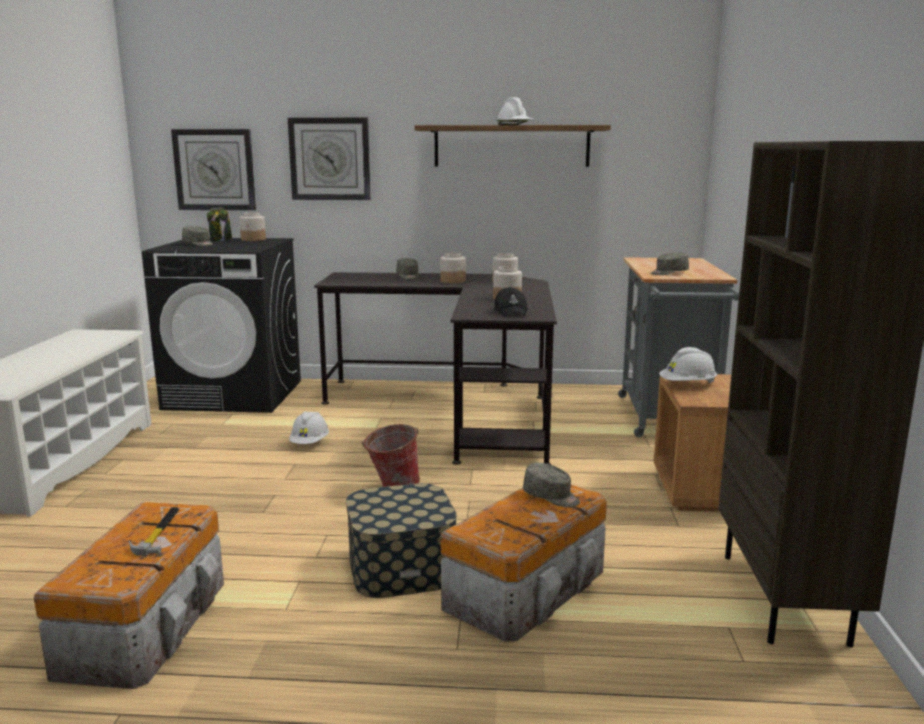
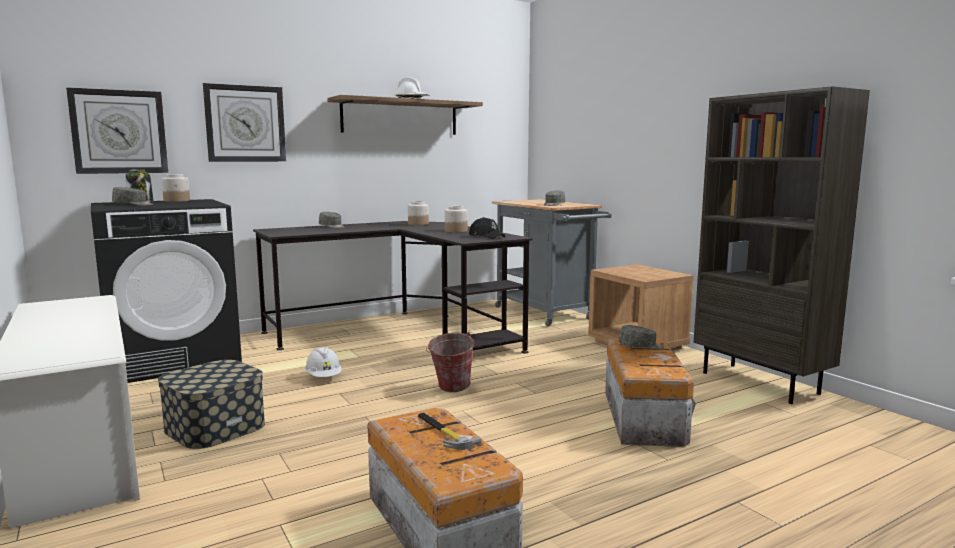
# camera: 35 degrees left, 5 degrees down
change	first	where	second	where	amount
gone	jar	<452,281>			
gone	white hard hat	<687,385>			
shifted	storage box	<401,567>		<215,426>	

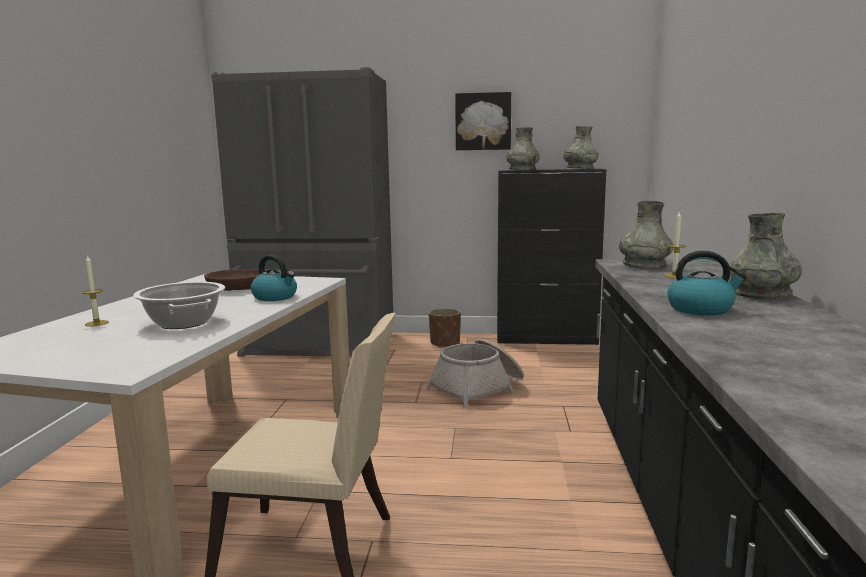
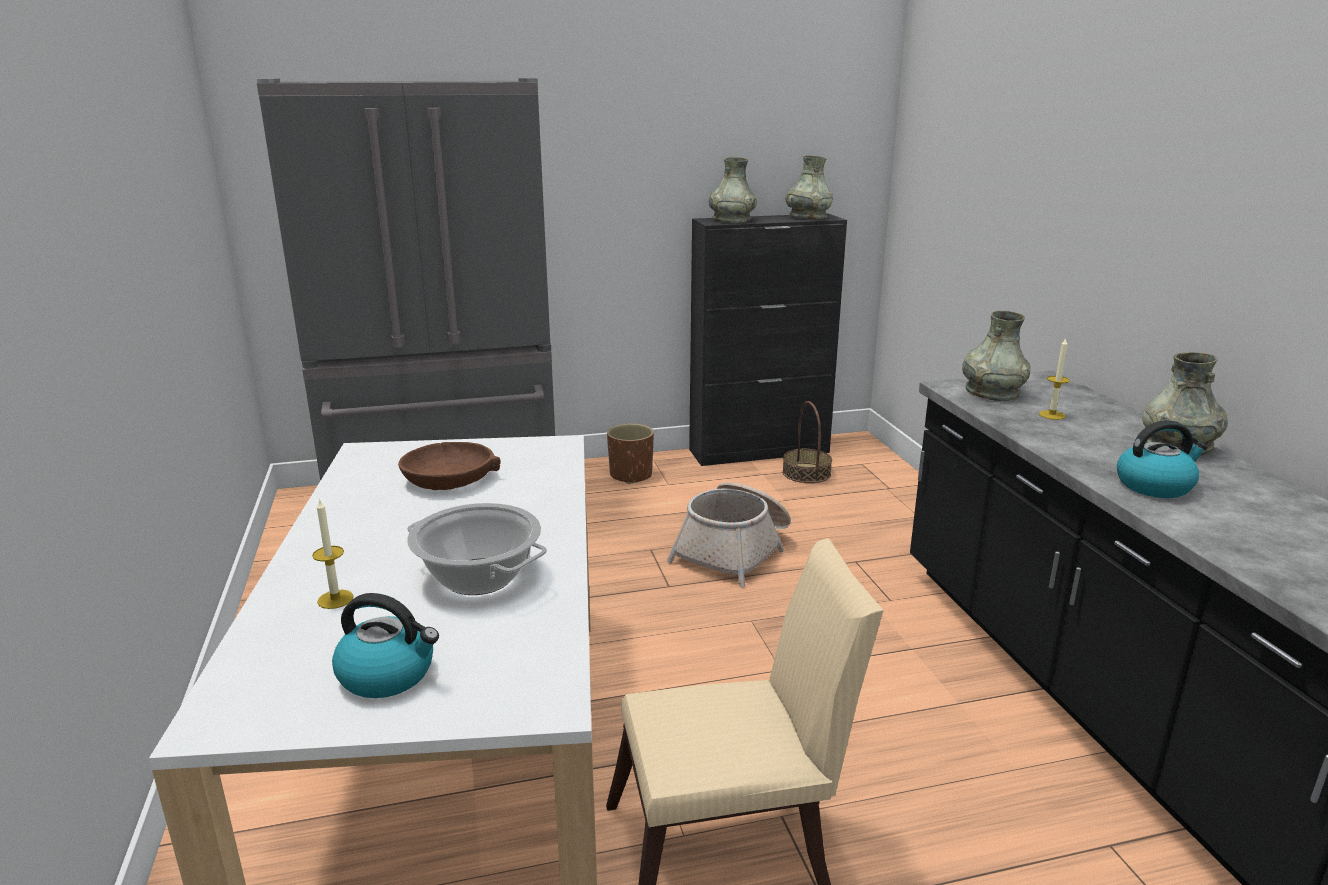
# camera: 20 degrees left, 10 degrees up
change	first	where	second	where	amount
gone	picture	<483,121>			
new			basket	<806,473>	
shifted	kettle	<275,297>		<388,674>	

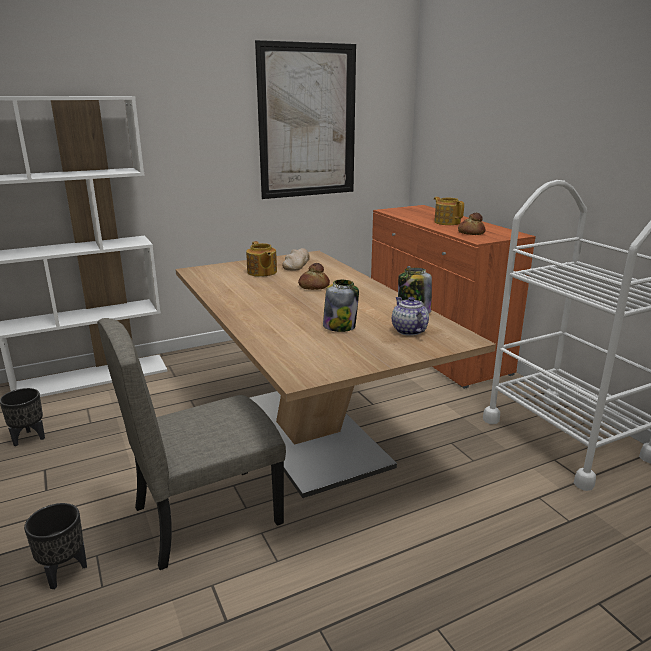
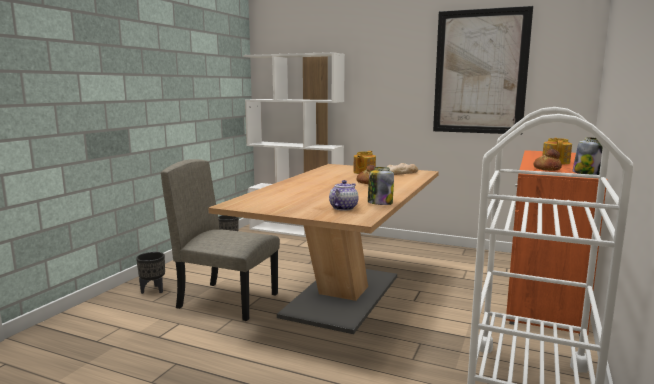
# camera: 50 degrees right, 10 degrees down
change	first	where	second	where	amount
shifted	jar	<340,326>		<587,174>	

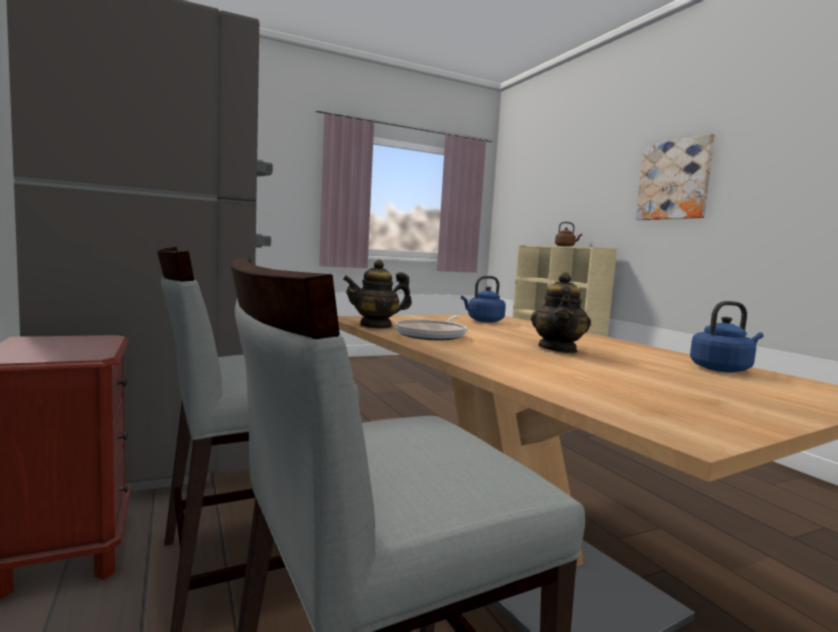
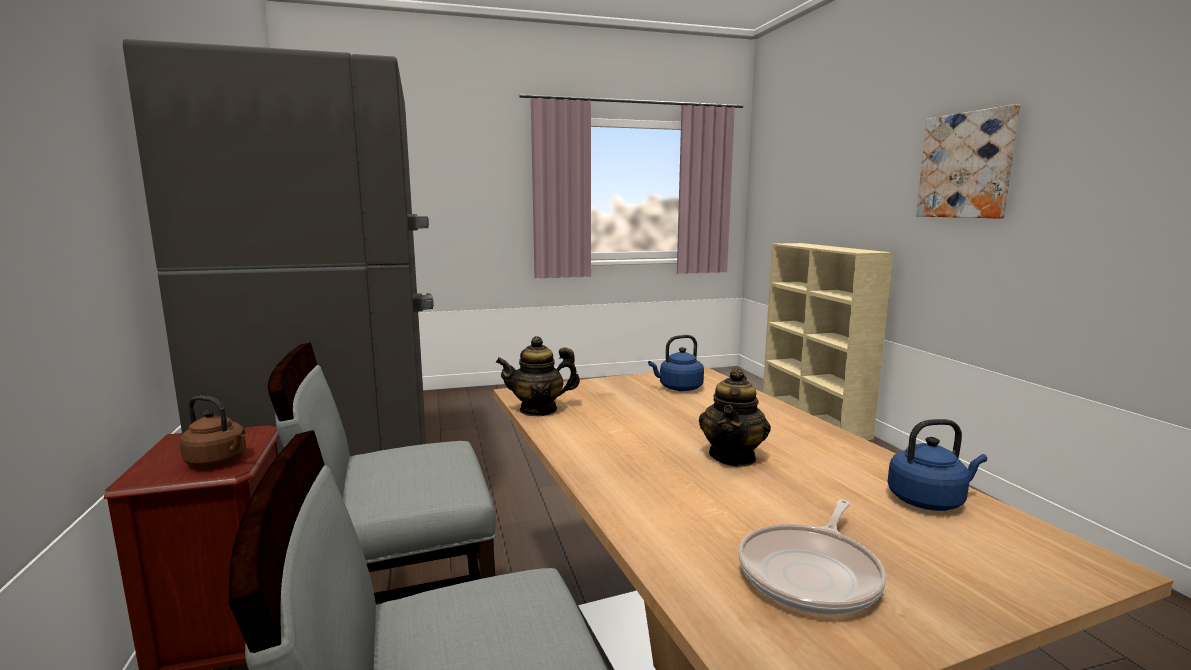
# camera: 10 degrees right, 5 degrees up
change	first	where	second	where	amount
shifted	frying pan	<432,335>		<811,574>	
shifted	brown kettle	<565,246>		<219,461>	

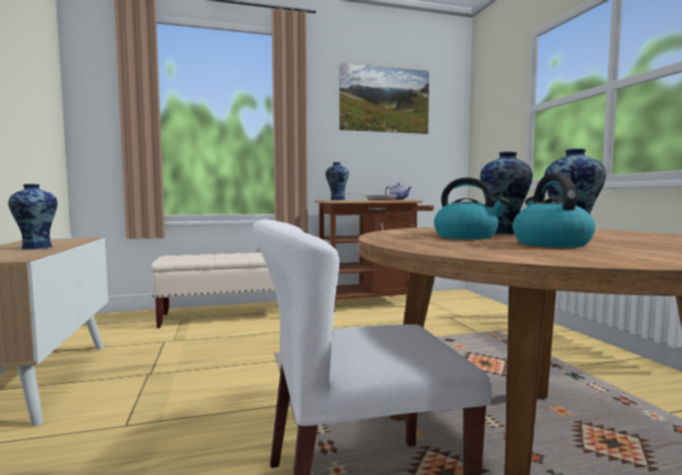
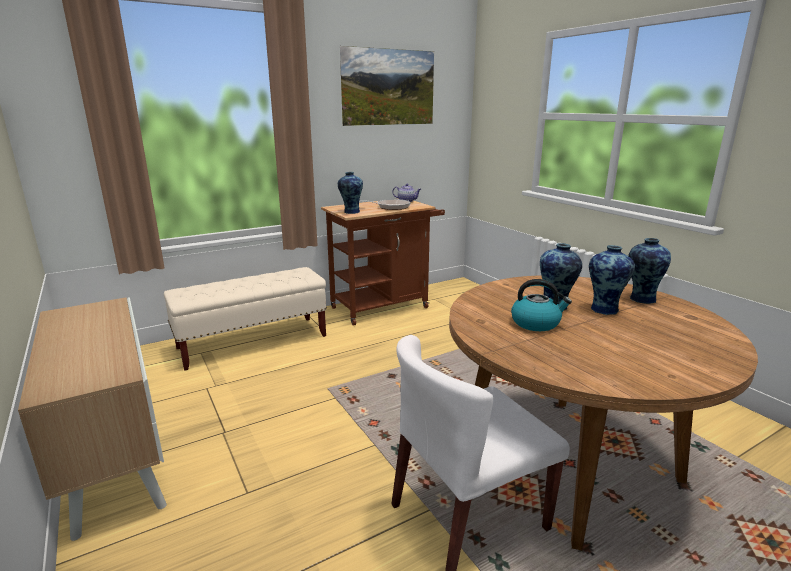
# camera: 15 degrees left, 15 degrees up
change	first	where	second	where	amount
gone	kettle	<549,244>			
shifted	vase	<36,248>		<641,299>	

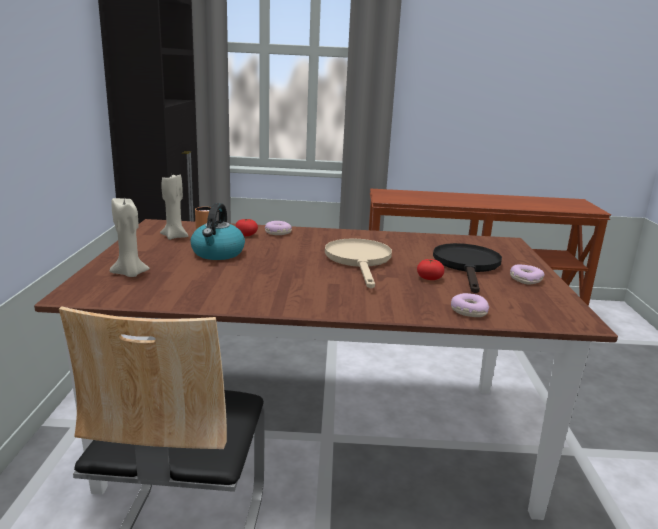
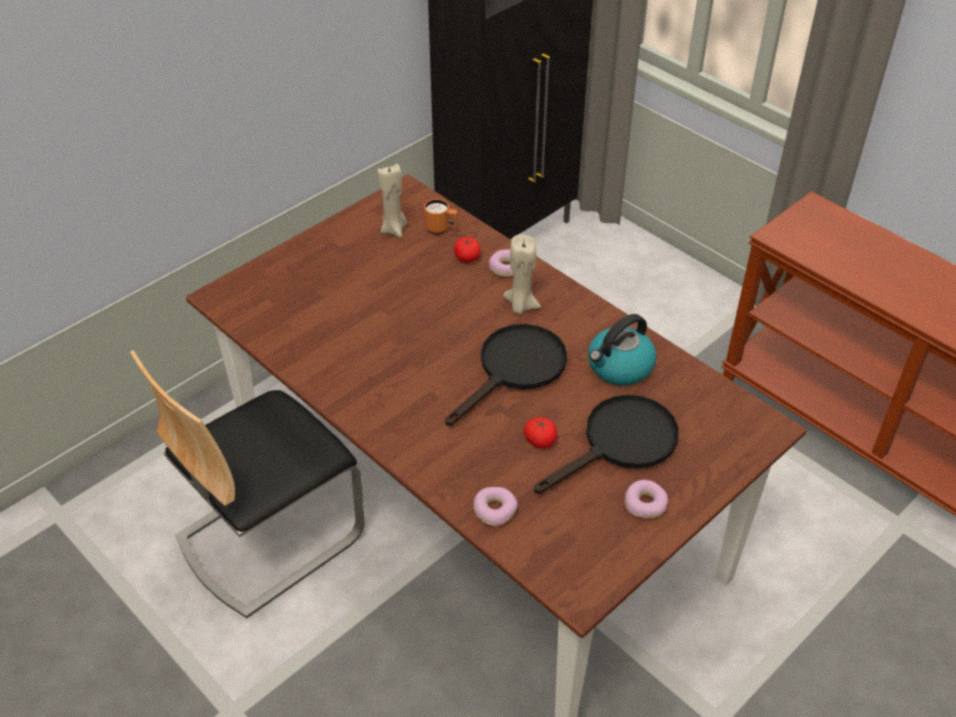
# camera: 45 degrees right, 25 degrees up
change	first	where	second	where	amount
shifted	beige candle	<130,274>		<521,305>	
shifted	kettle	<218,253>		<619,367>	
repainted	beige frying pan	<359,261>	black frying pan	<515,370>	

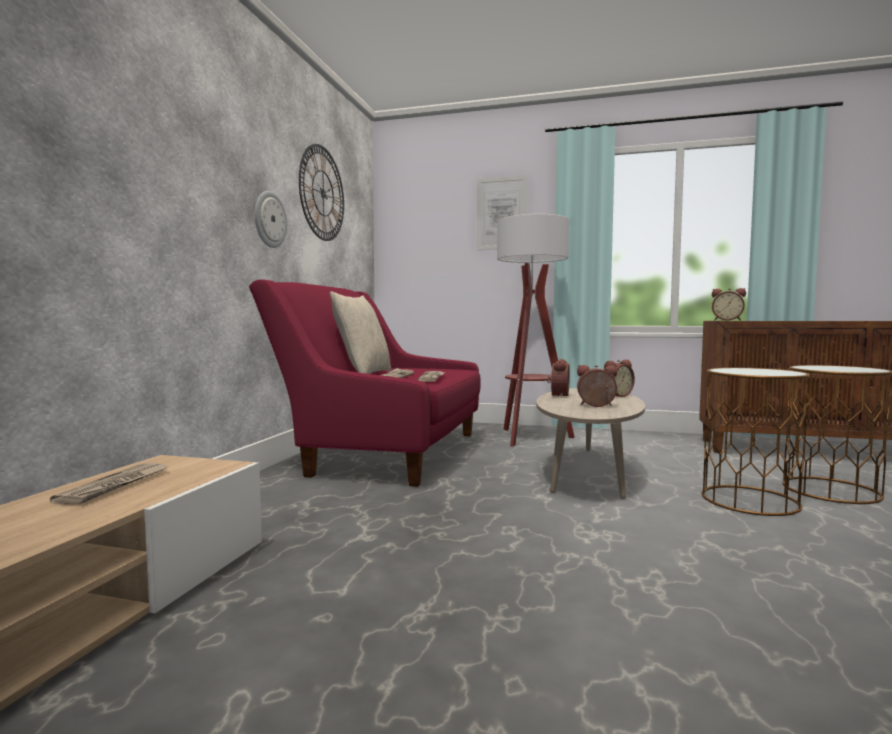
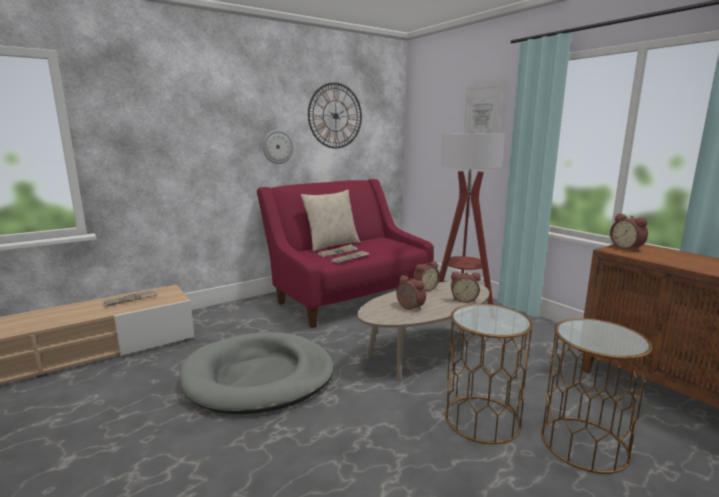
# camera: 40 degrees right, 10 degrees up
change	first	where	second	where	amount
new			grey dog bed	<259,377>	

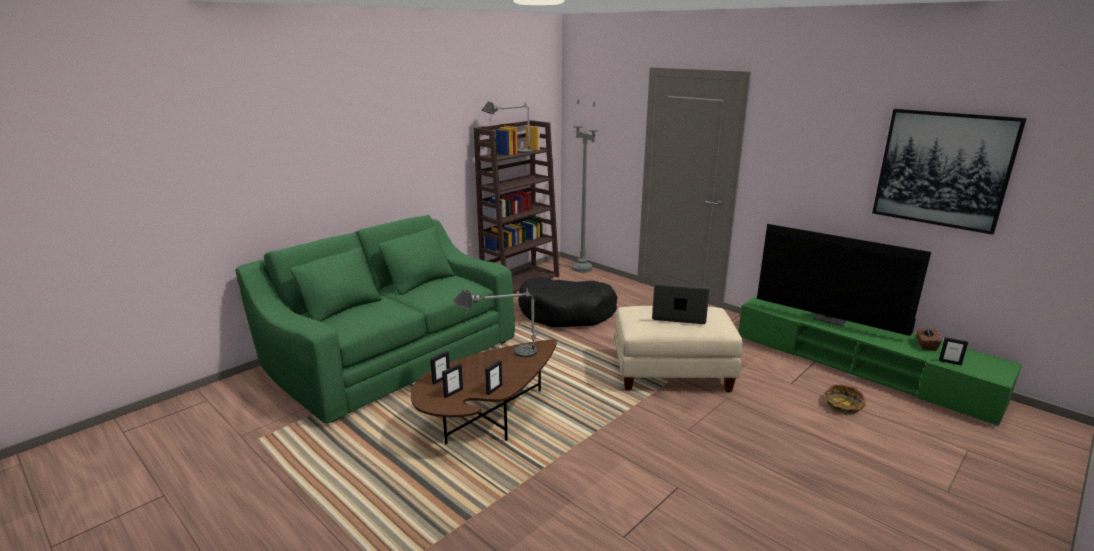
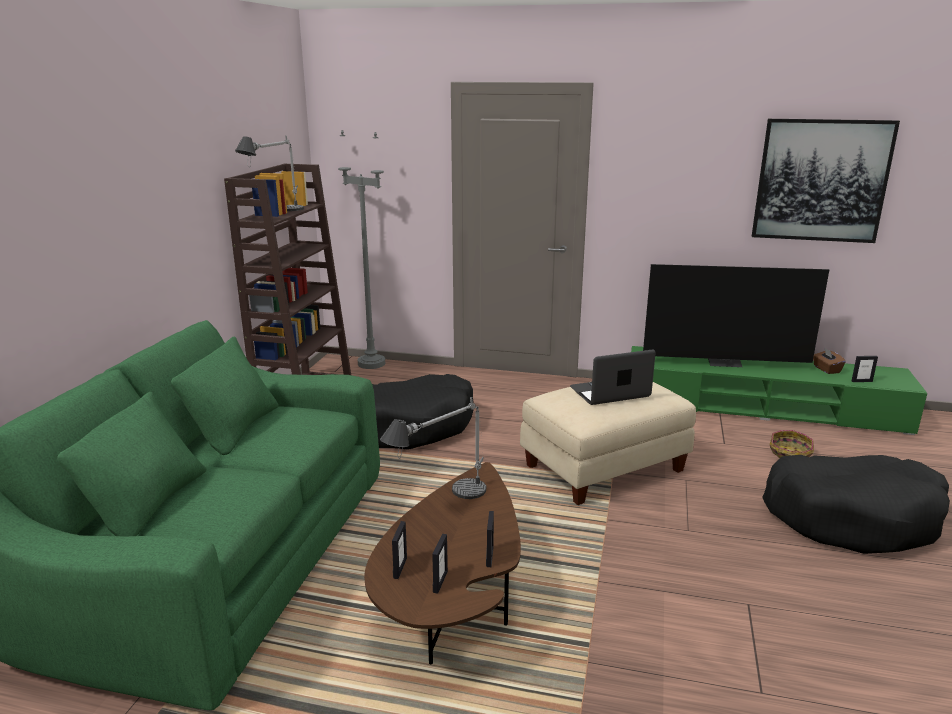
# camera: 30 degrees left, 0 degrees up
change	first	where	second	where	amount
new			black dog bed	<852,517>	

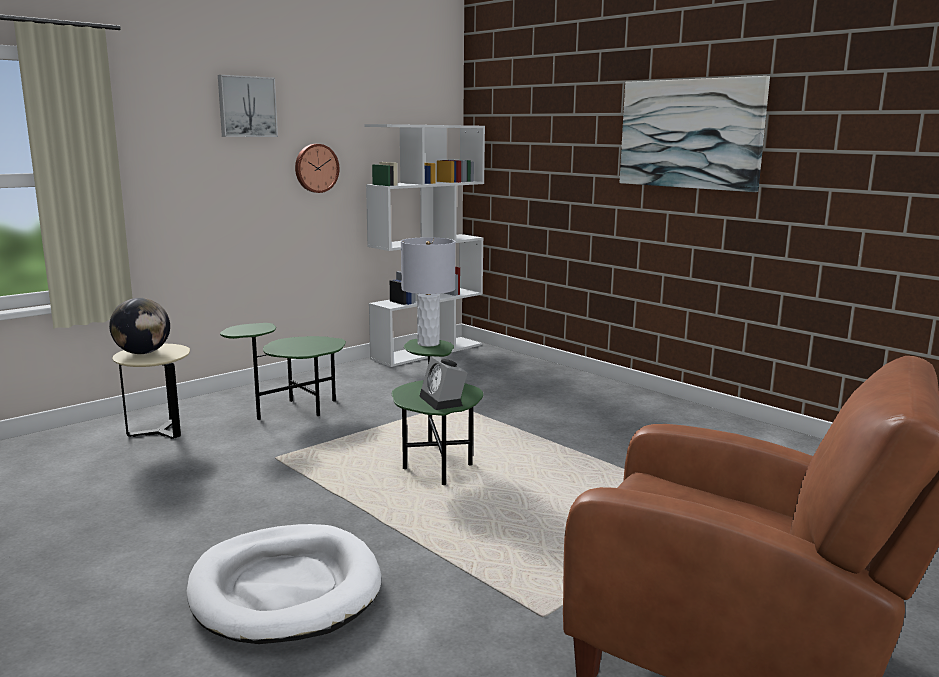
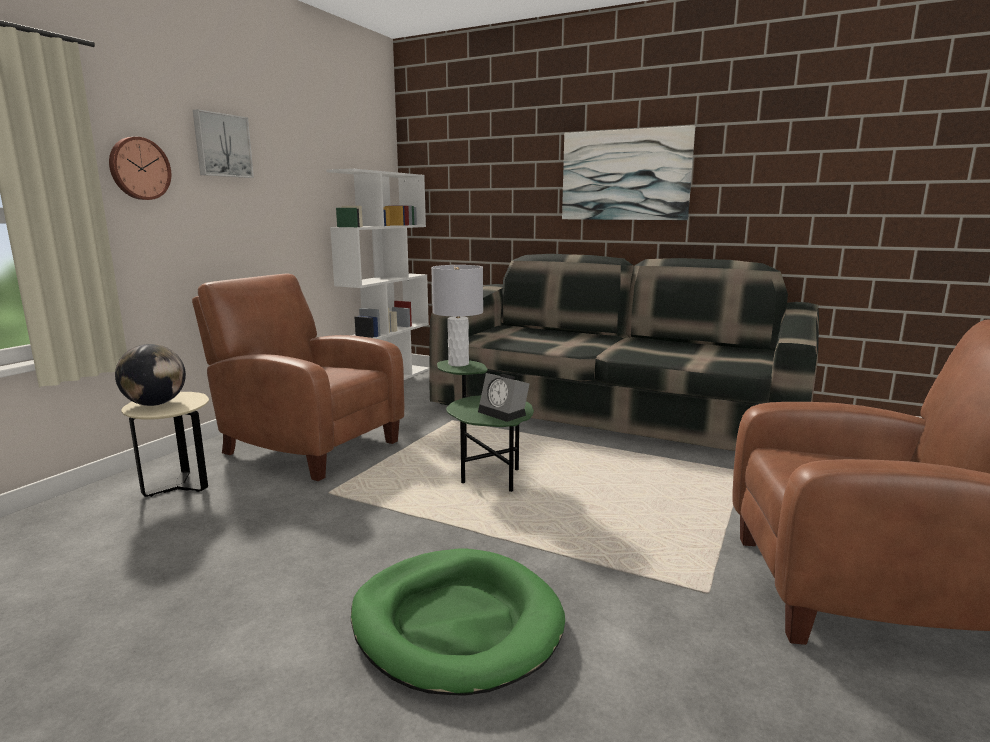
# camera: 20 degrees left, 0 degrees up
change	first	where	second	where	amount
new			sofa	<612,413>	
shifted	wall clock	<316,168>		<139,168>	
swapped	green side table	<293,411>	brown armchair	<307,446>	
repainted	white dog bed	<285,589>	green dog bed	<456,623>	

